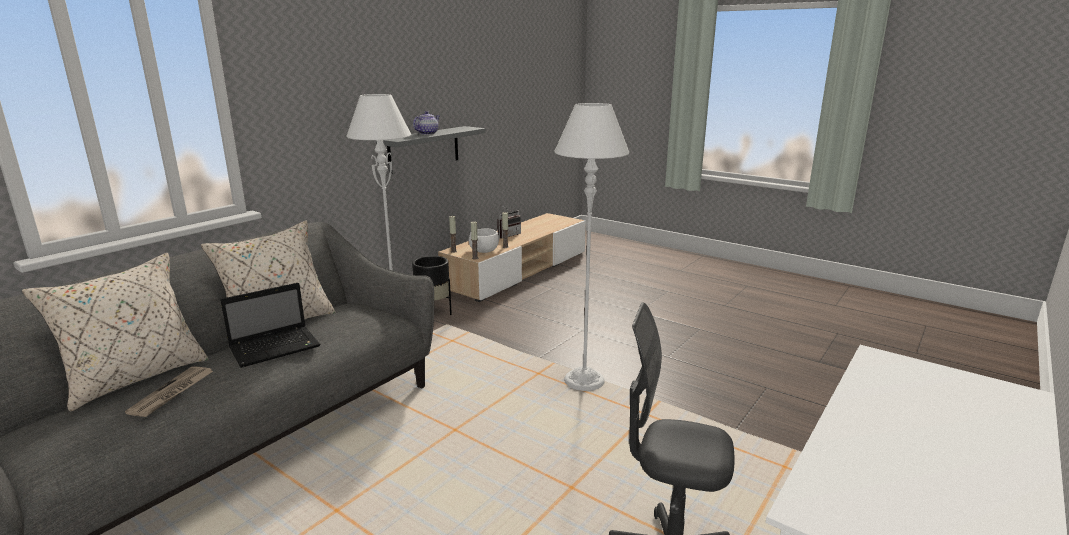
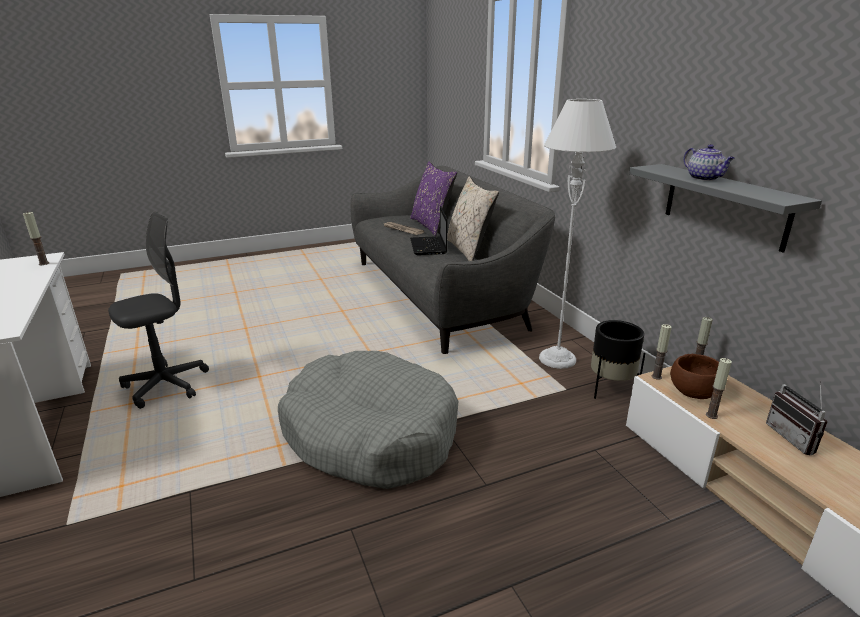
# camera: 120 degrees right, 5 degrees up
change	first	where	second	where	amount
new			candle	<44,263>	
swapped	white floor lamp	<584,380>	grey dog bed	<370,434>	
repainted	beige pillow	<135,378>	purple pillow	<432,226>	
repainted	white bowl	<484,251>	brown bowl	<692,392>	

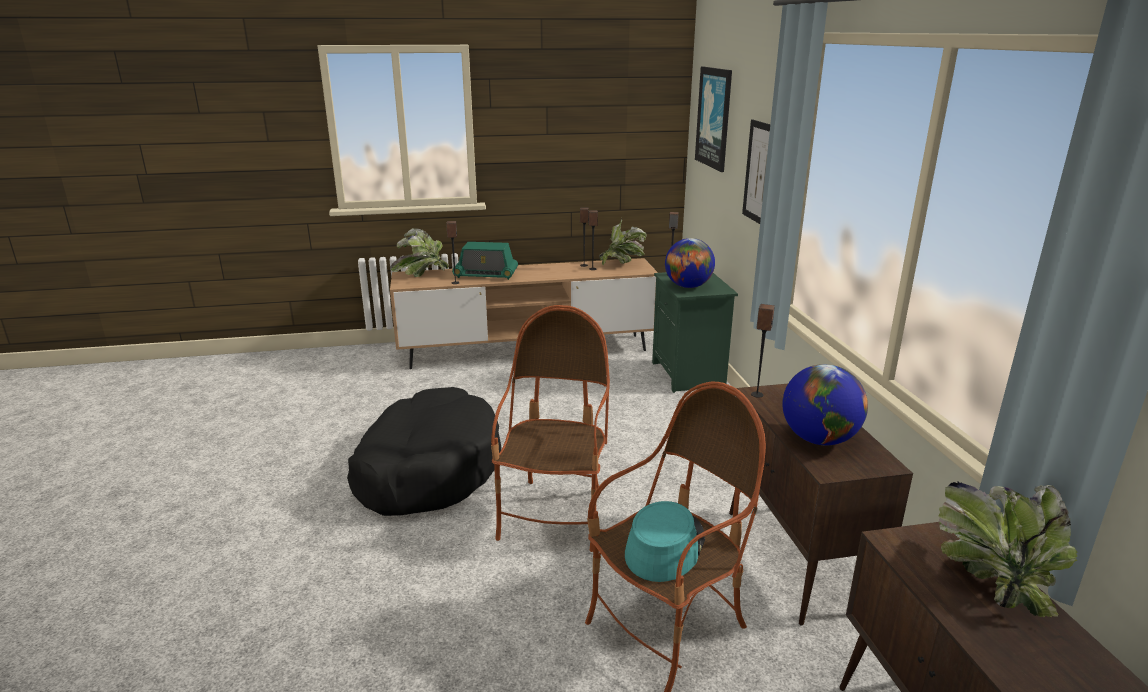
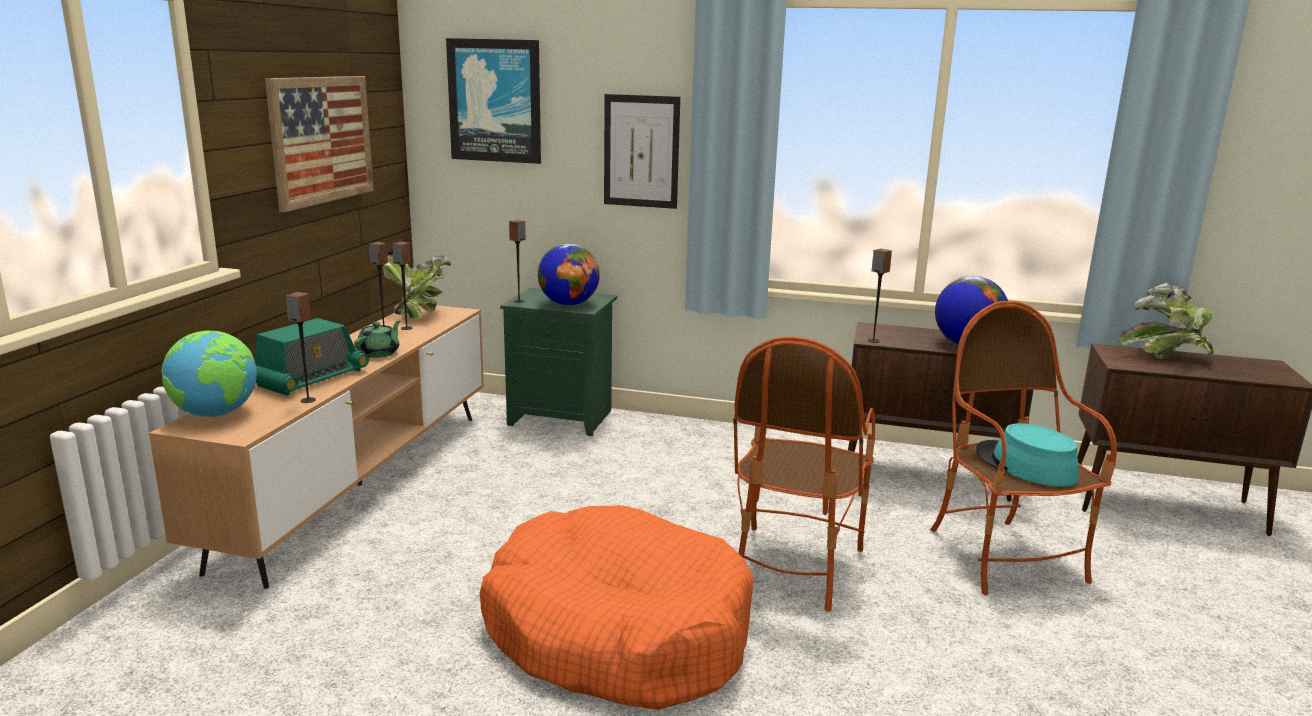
# camera: 65 degrees left, 5 degrees down
change	first	where	second	where	amount
new			picture	<322,140>	
new			green teapot	<379,353>	
swapped	potted plant	<421,274>	globe	<216,414>	
repainted	black dog bed	<427,469>	orange dog bed	<617,632>	
rotated	armchair	<555,515>		<793,566>	105 degrees counterclockwise

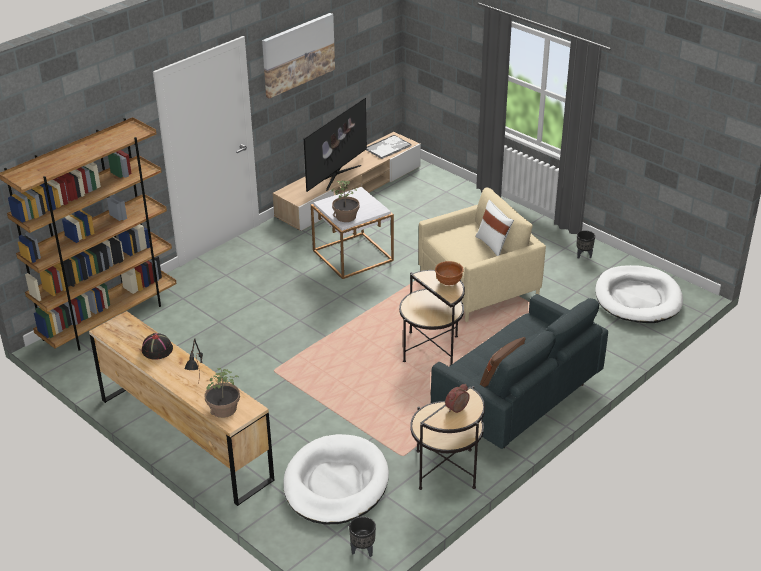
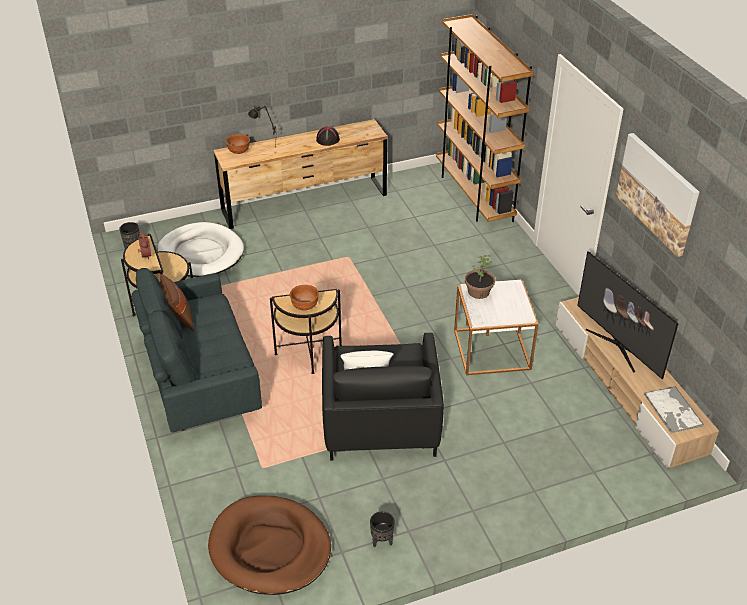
# camera: 115 degrees right, 5 degrees up
change	first	where	second	where	amount
swapped	potted plant	<223,409>	brown bowl	<239,152>	
repainted	beige armchair	<479,287>	black armchair	<379,421>	
repainted	white dog bed	<637,298>	brown dog bed	<270,548>	

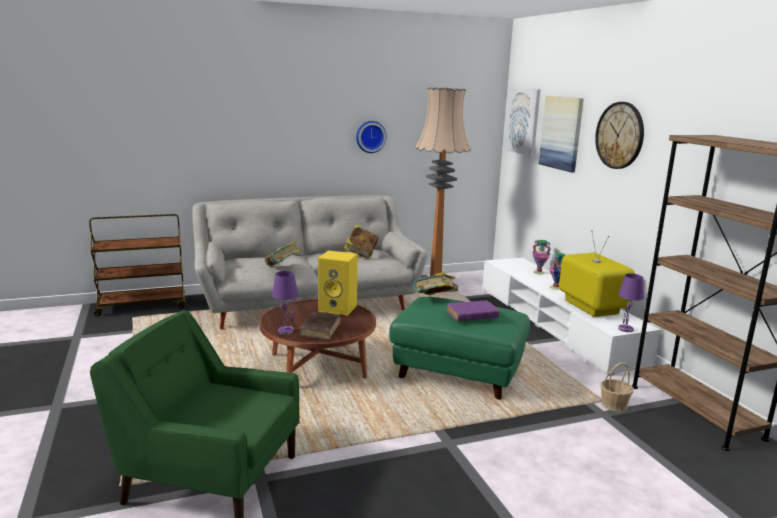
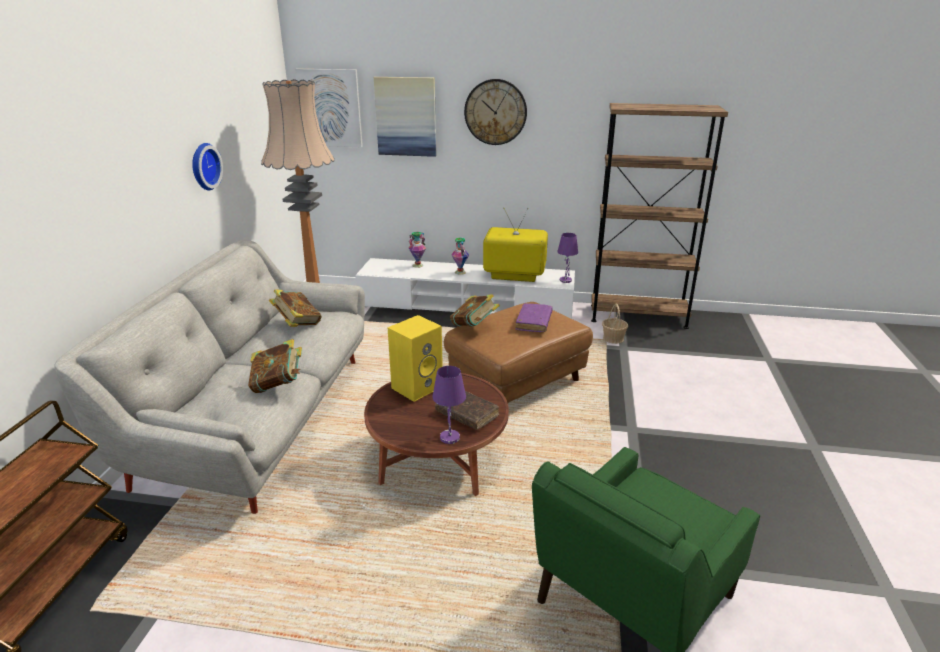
# camera: 60 degrees left, 10 degrees up
change	first	where	second	where	amount
repainted	green ottoman	<458,372>	brown ottoman	<517,382>	

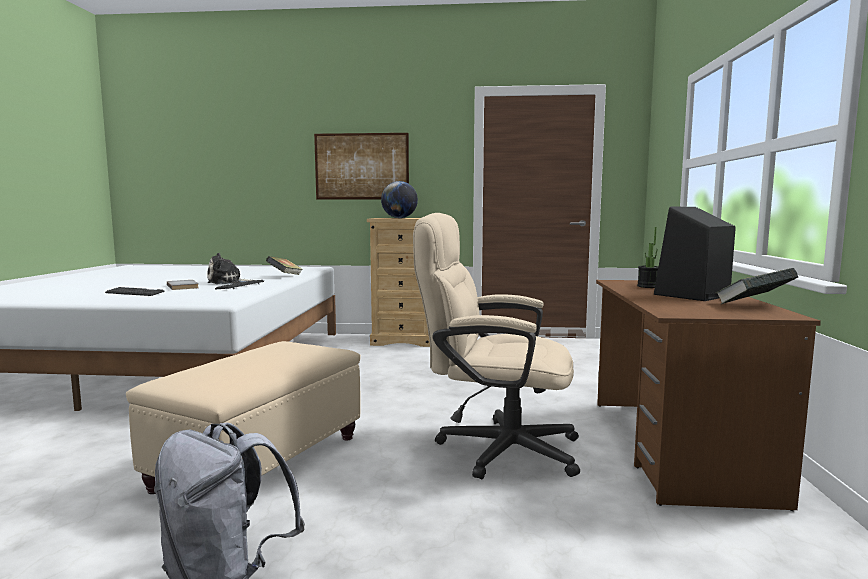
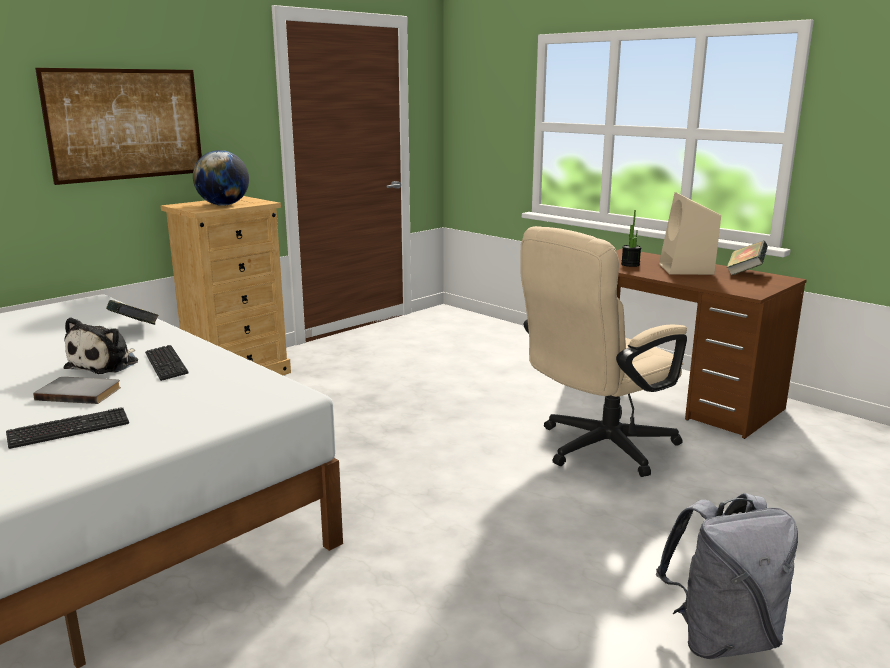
# camera: 50 degrees left, 10 degrees up
change	first	where	second	where	amount
gone	beige ottoman	<261,461>			
repainted	black speaker	<691,295>	beige speaker	<686,269>	

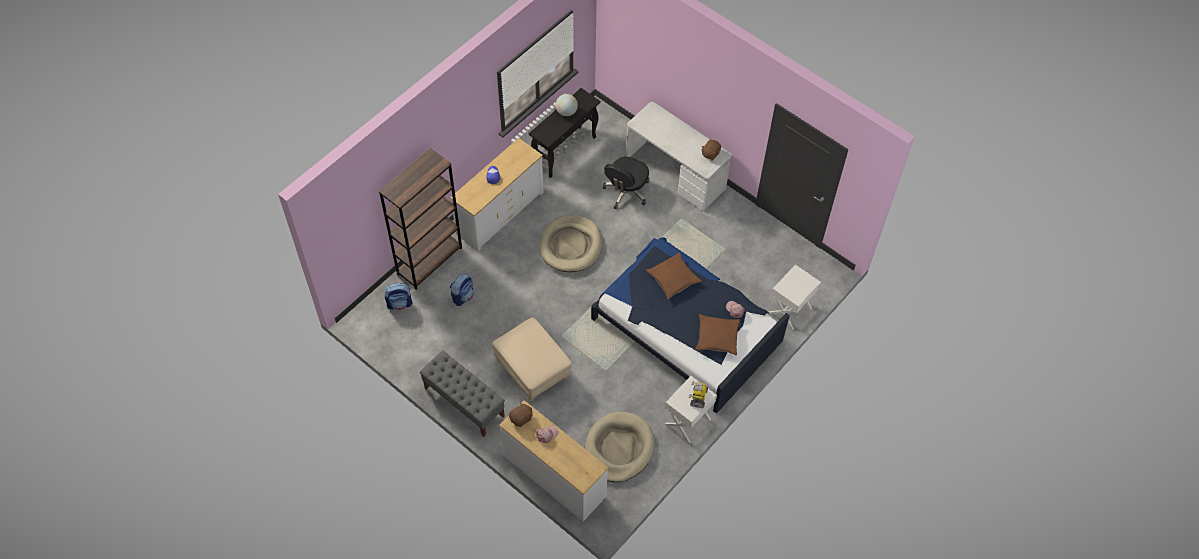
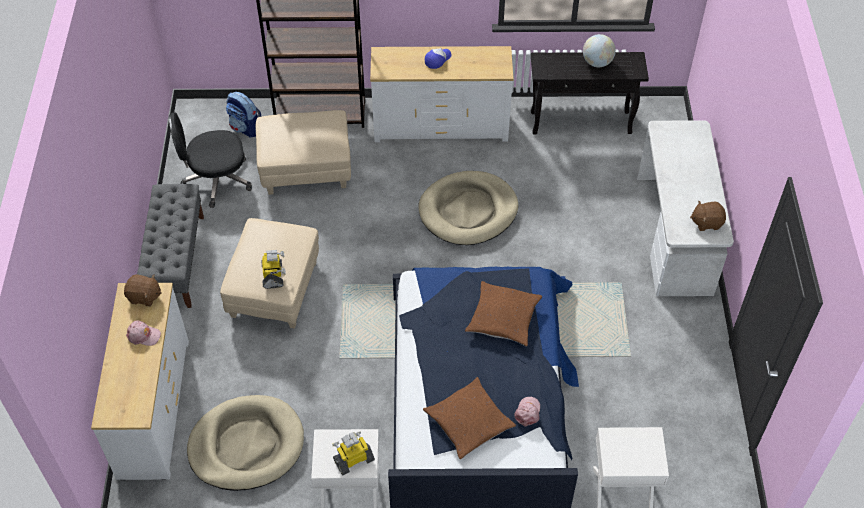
# camera: 50 degrees right, 5 degrees down
change	first	where	second	where	amount
new			toy robot	<273,275>	
shifted	black office chair	<626,192>		<216,180>	
swapped	backpack	<463,296>	beige ottoman	<306,169>	

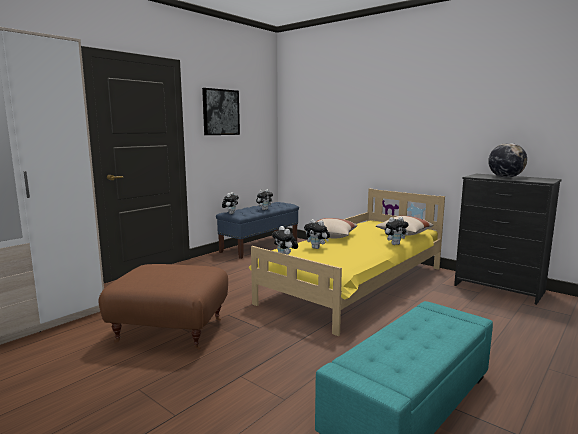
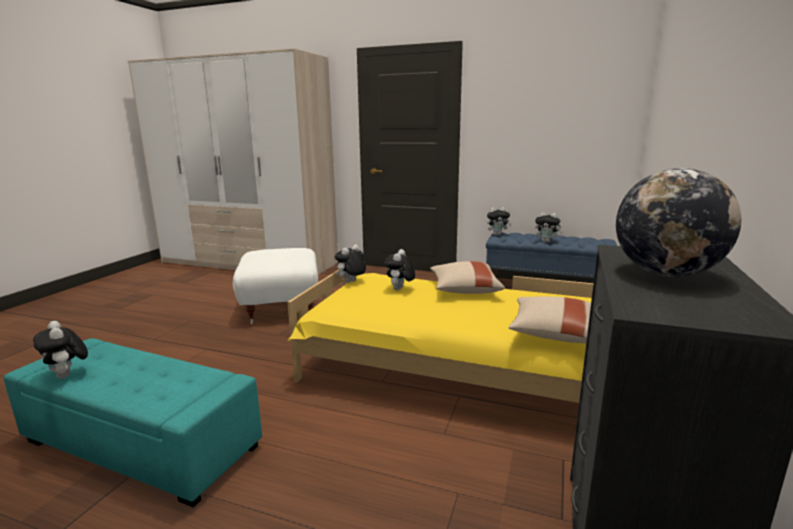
# camera: 70 degrees right, 5 degrees up
change	first	where	second	where	amount
gone	picture	<220,112>			
shifted	plush toy	<395,244>		<67,375>	
repainted	brown ottoman	<169,332>	white ottoman	<280,307>	

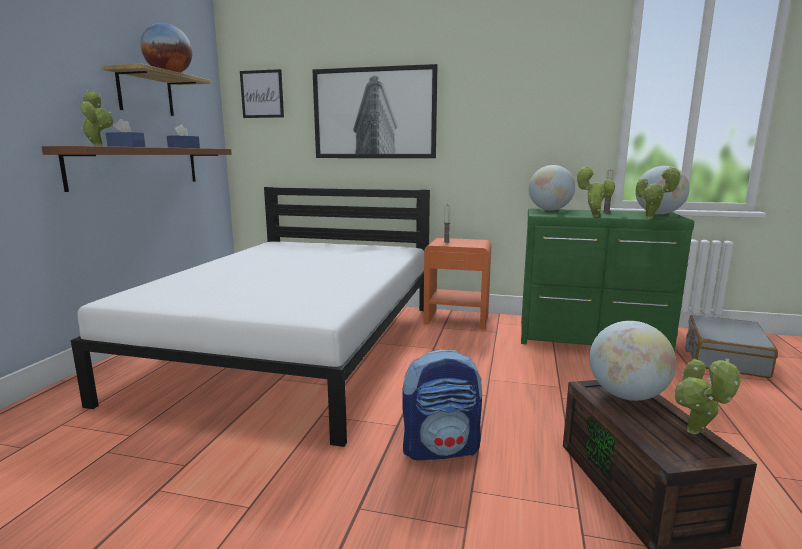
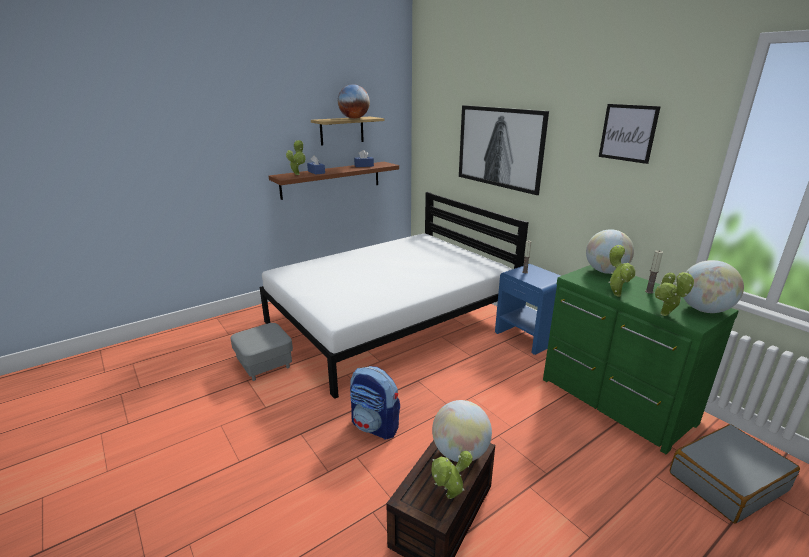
# camera: 40 degrees right, 10 degrees up
change	first	where	second	where	amount
new			grey ottoman	<264,365>	
shifted	picture	<262,94>		<628,133>	
repainted	orange nightstand	<457,319>	blue nightstand	<527,337>	

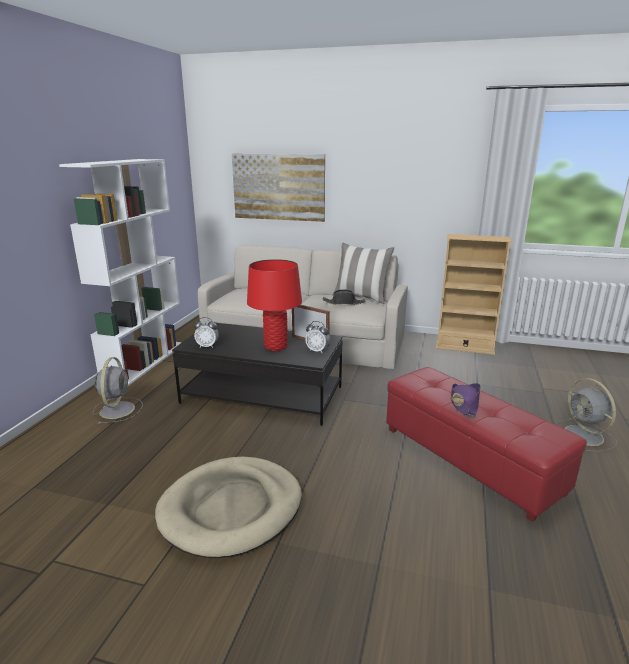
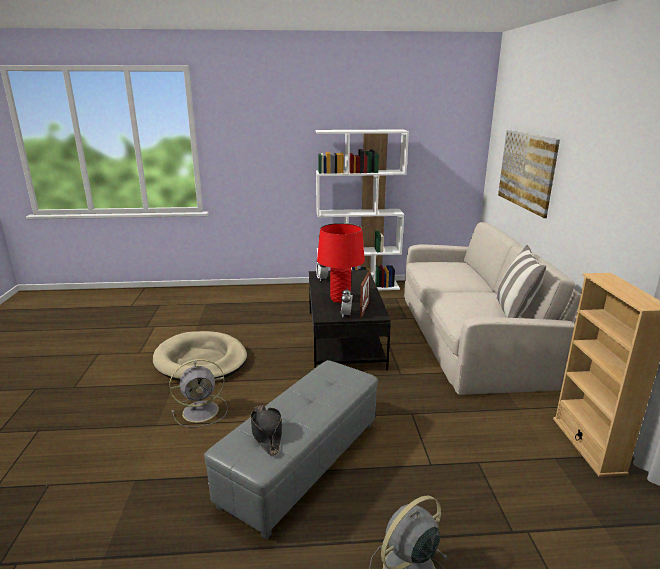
# camera: 70 degrees right, 0 degrees up
change	first	where	second	where	amount
gone	purple hat	<464,404>			
shifted	grey fan	<118,409>		<202,411>	
shifted	black hat	<344,303>		<266,433>	
repainted	red ottoman	<470,459>	grey ottoman	<302,463>	

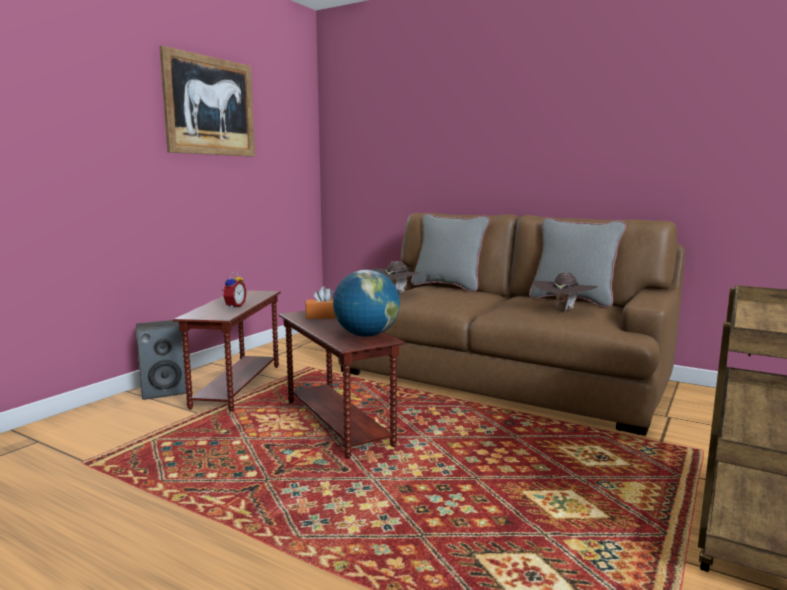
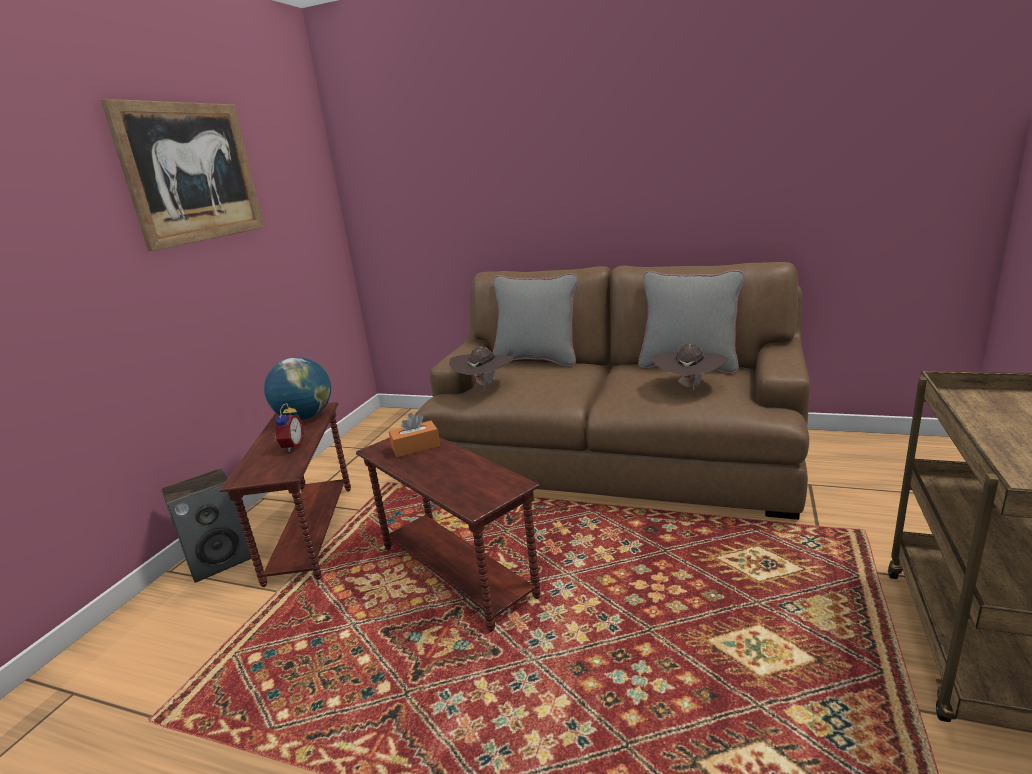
# camera: 10 degrees left, 10 degrees up
change	first	where	second	where	amount
shifted	globe	<366,335>		<305,417>	

